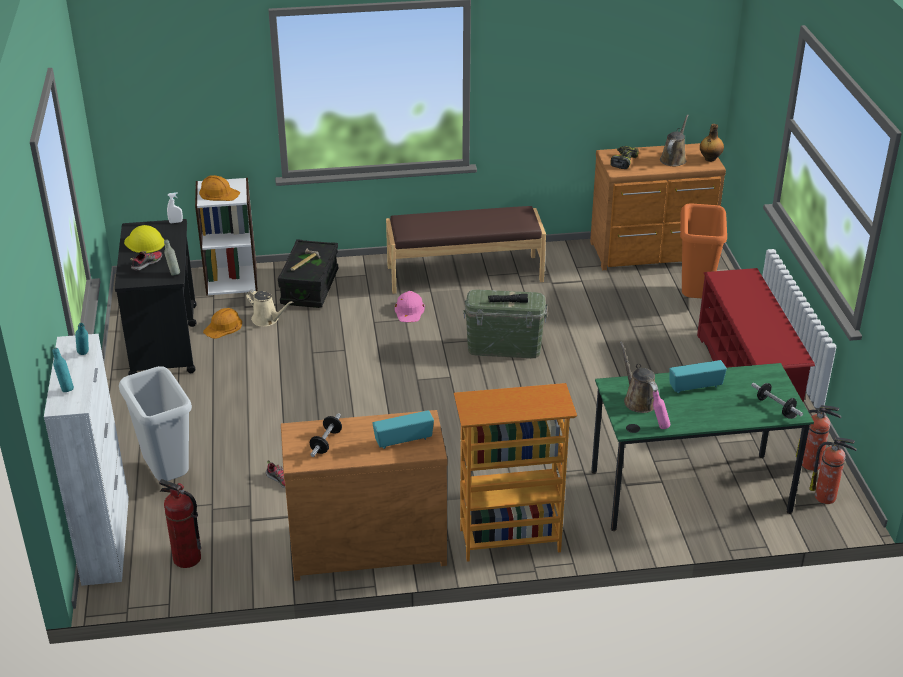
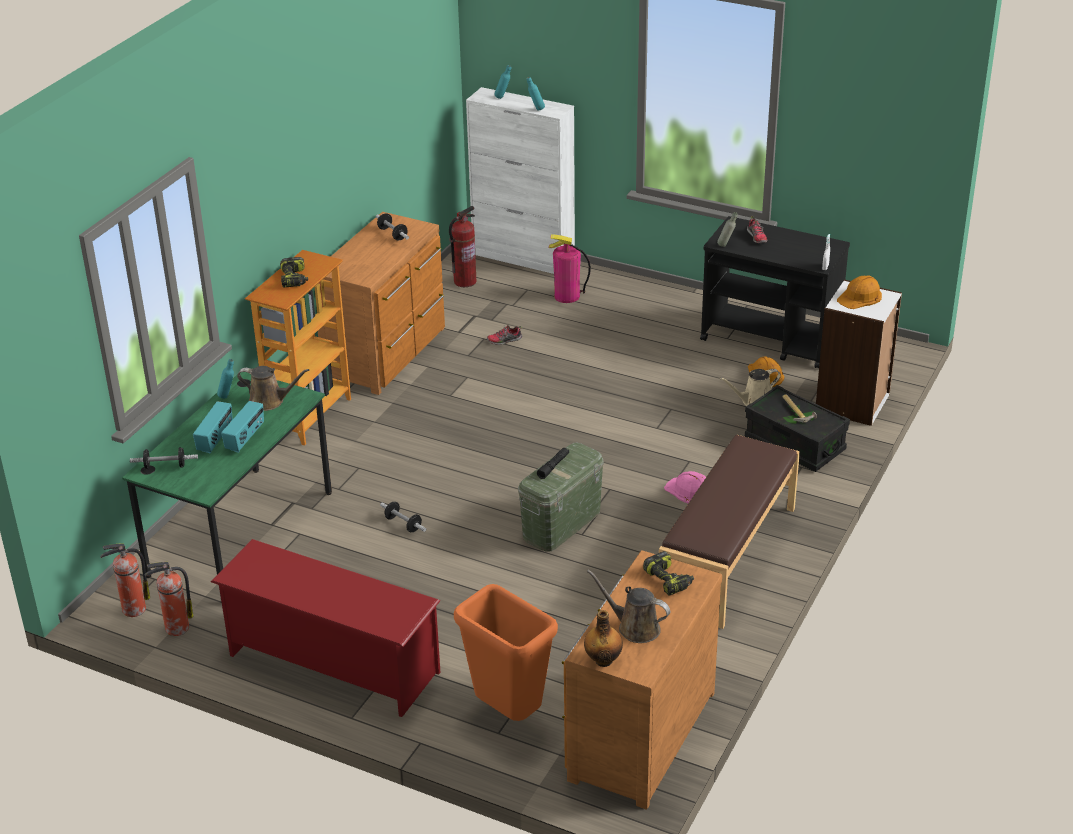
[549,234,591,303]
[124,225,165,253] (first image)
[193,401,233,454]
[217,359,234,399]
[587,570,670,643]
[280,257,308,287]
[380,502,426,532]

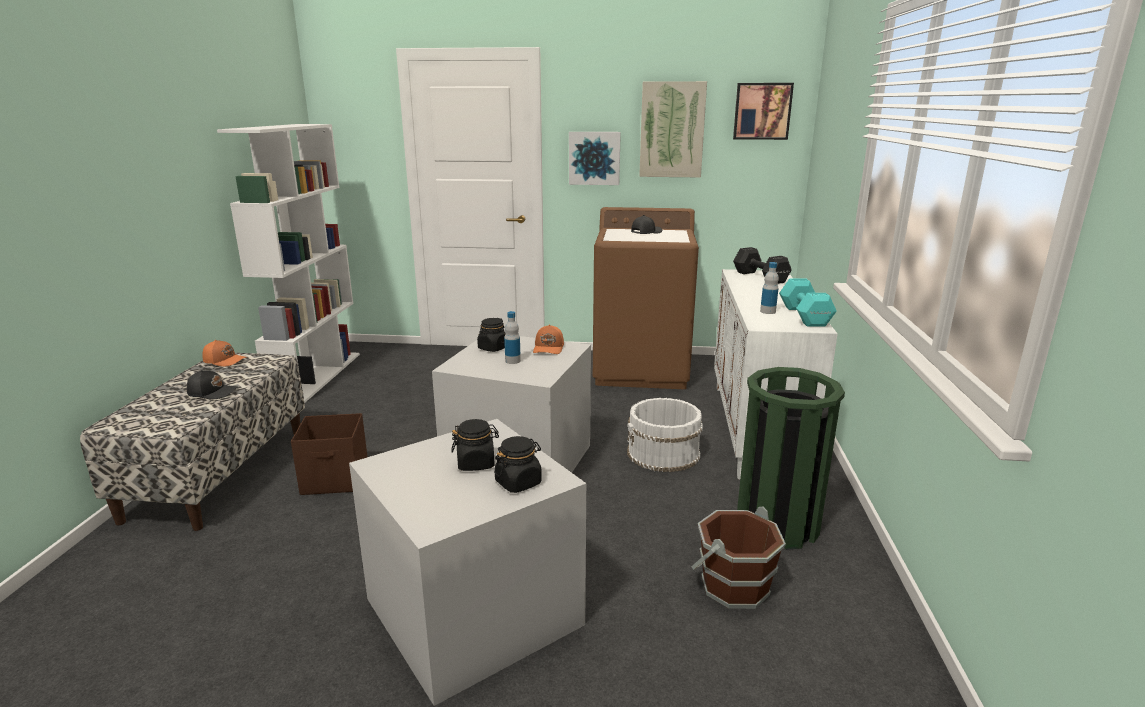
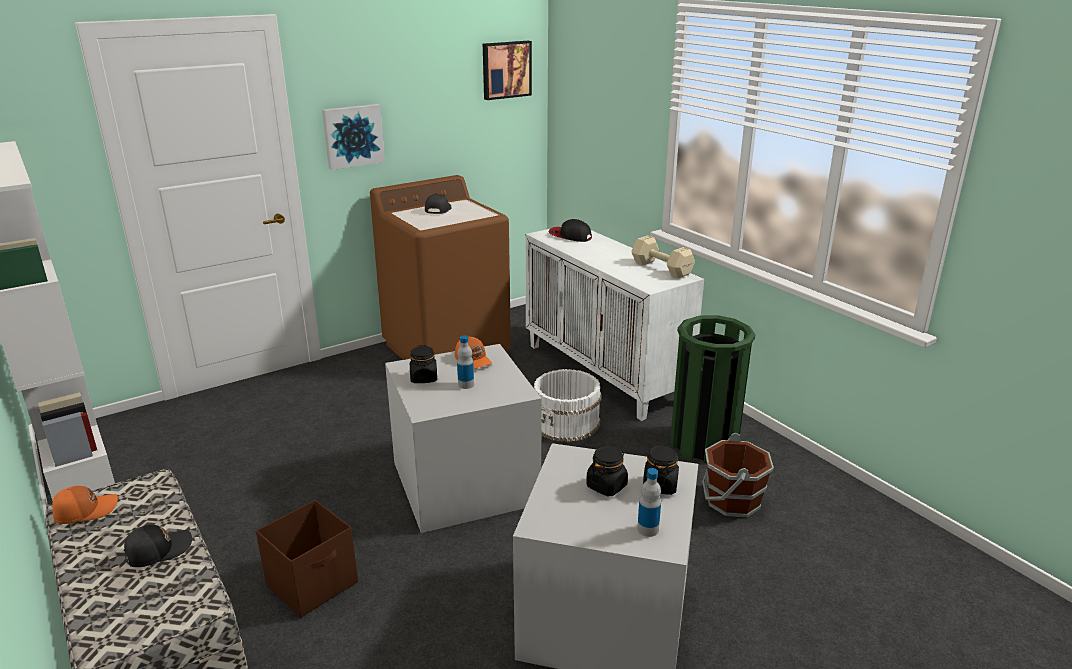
[639,81,707,177] (first image)
[548,219,592,242]
[637,468,661,537]
[632,235,695,278]

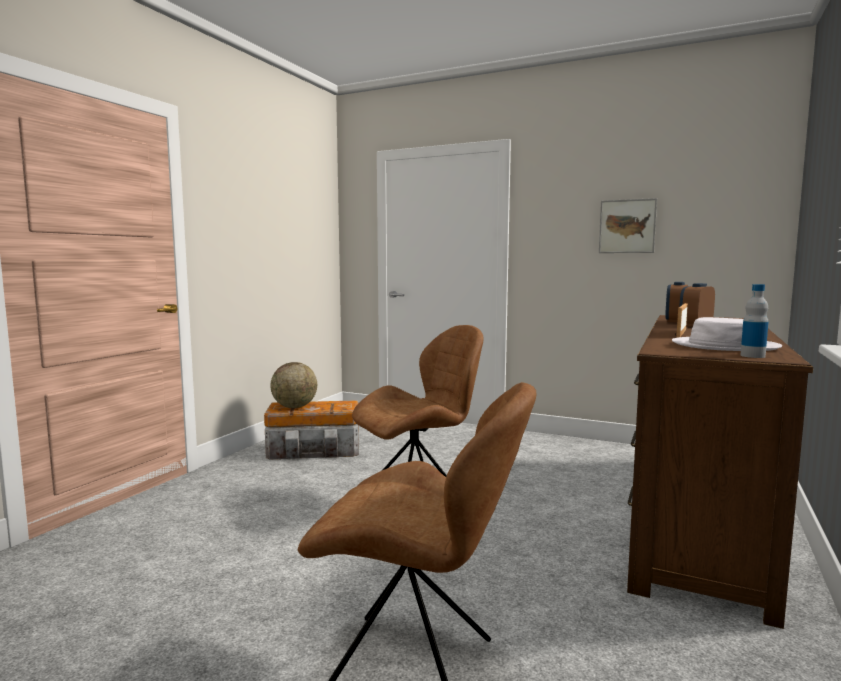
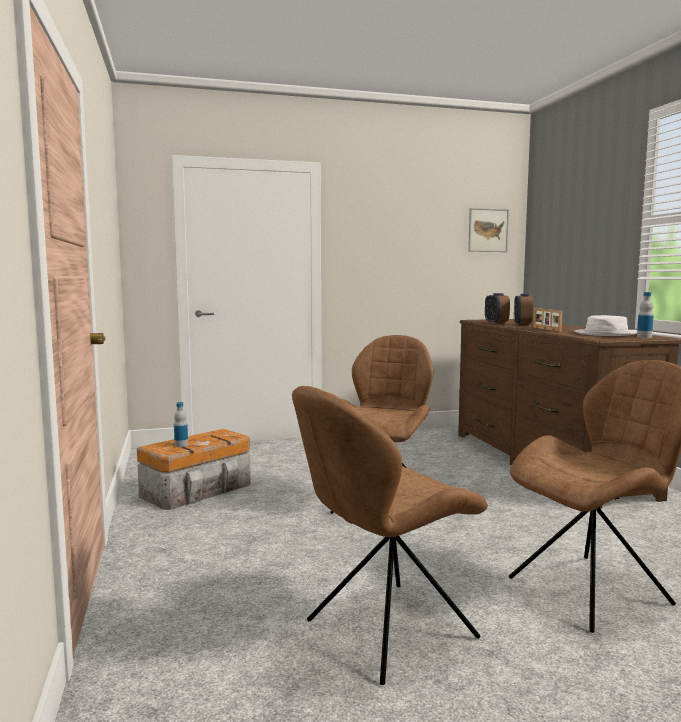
[174,402,188,447]
[468,208,509,252]
[292,386,488,685]

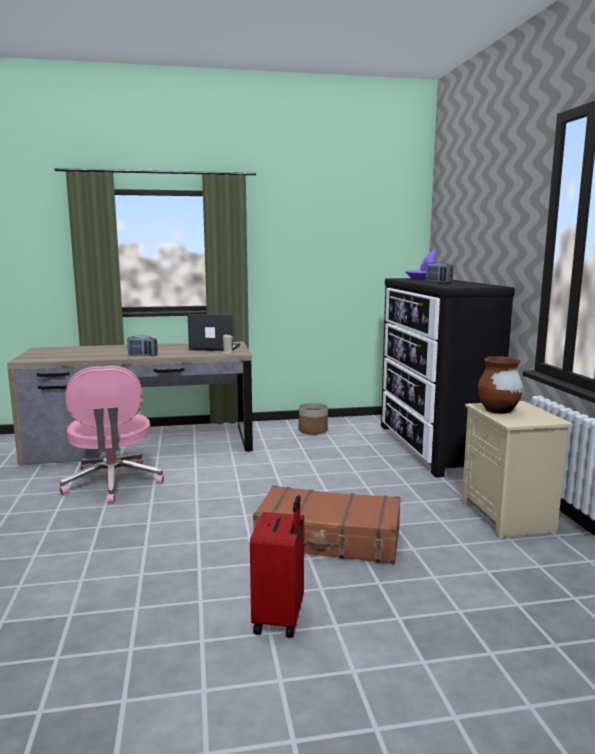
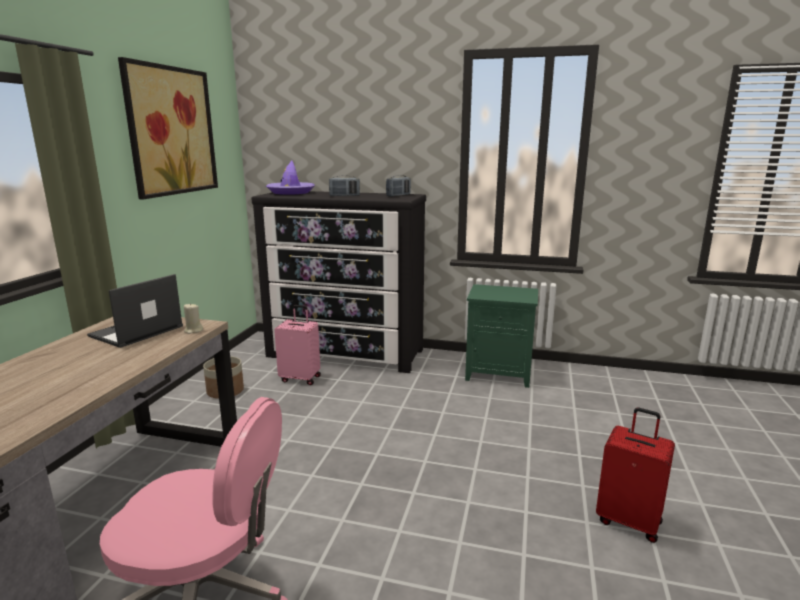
[386,175,411,197]
[253,485,401,564] (first image)
[465,284,538,388]
[478,356,523,414] (first image)
[118,57,218,199]
[274,305,321,385]

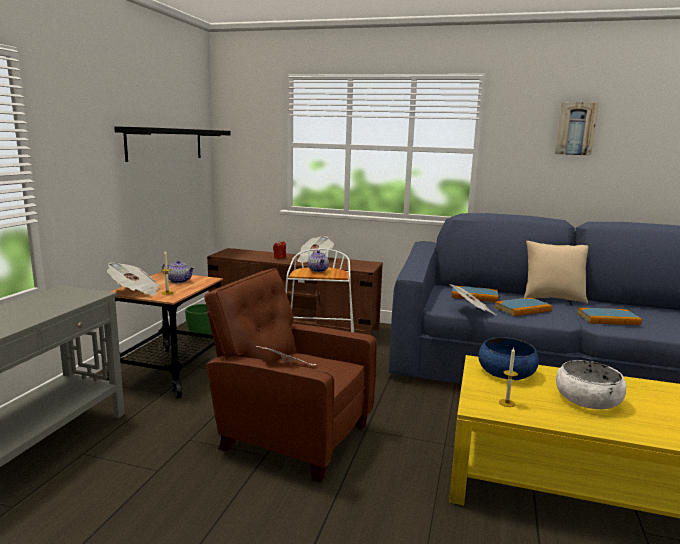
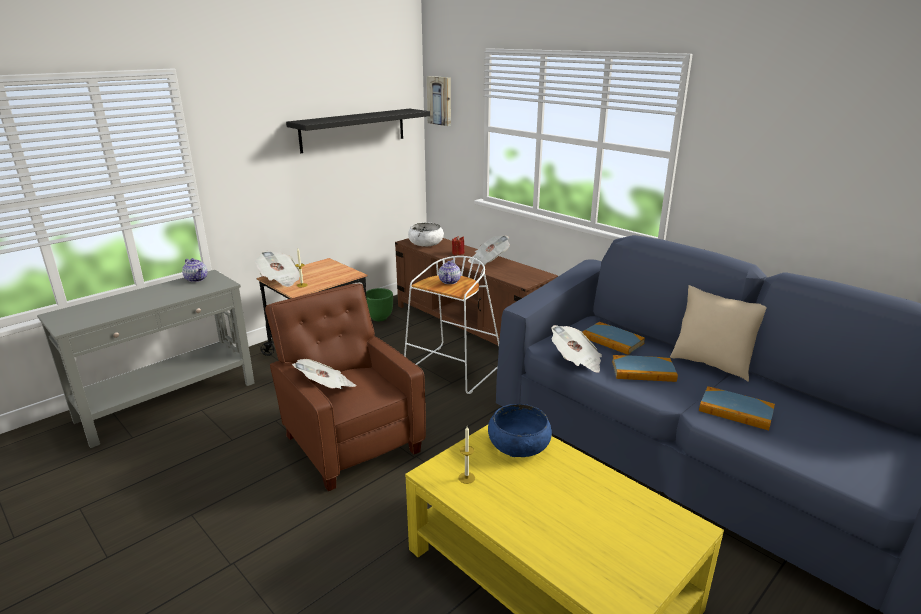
[182,258,208,282]
[427,76,451,126]
[408,222,444,247]

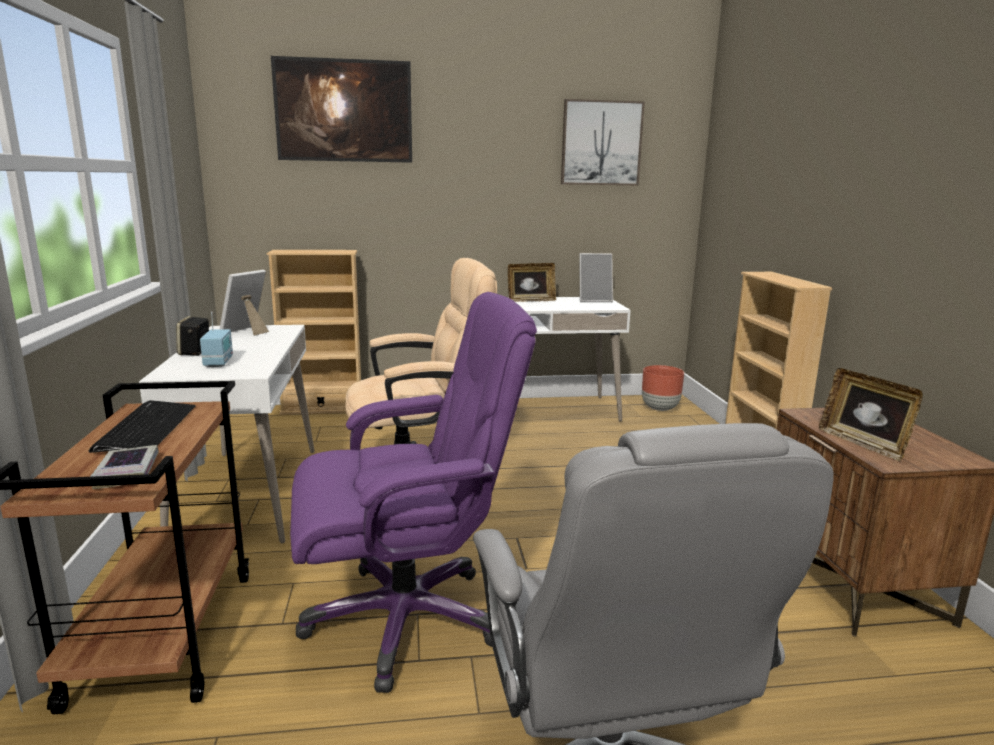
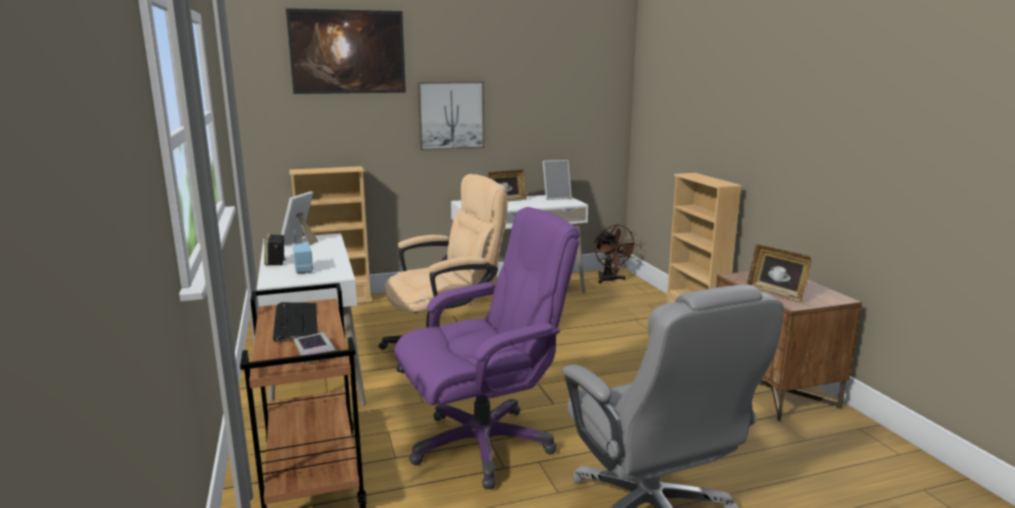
[418,81,485,150]
[594,224,639,284]

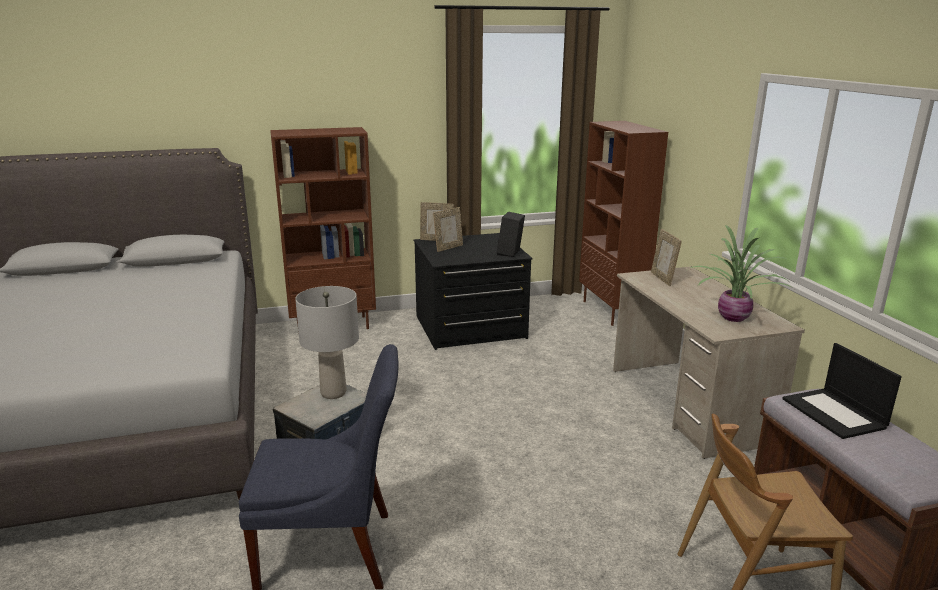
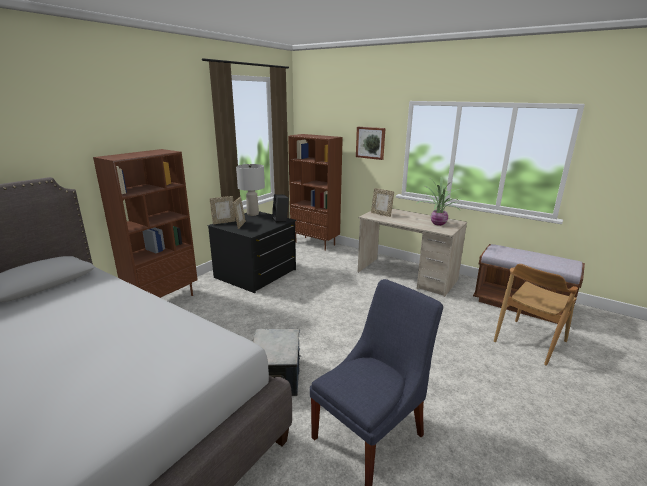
[236,164,265,216]
[782,343,902,439] (first image)
[356,127,386,160]

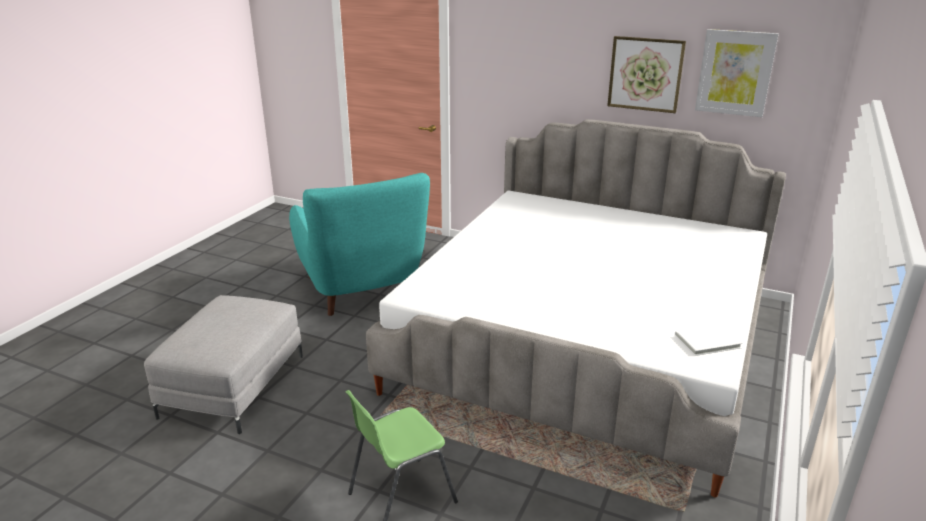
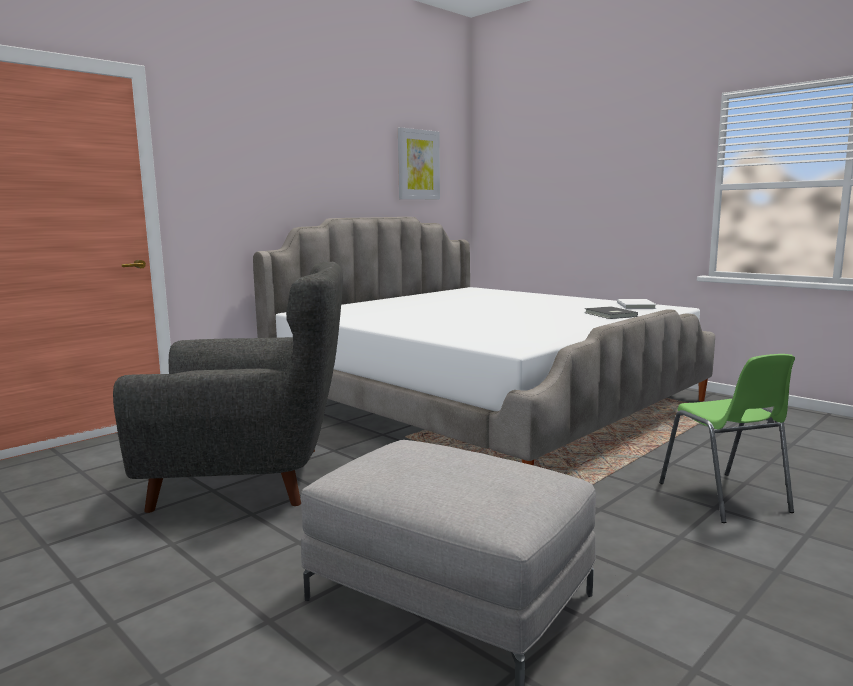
[113,262,343,513]
[607,36,686,113] (first image)
[584,306,638,319]

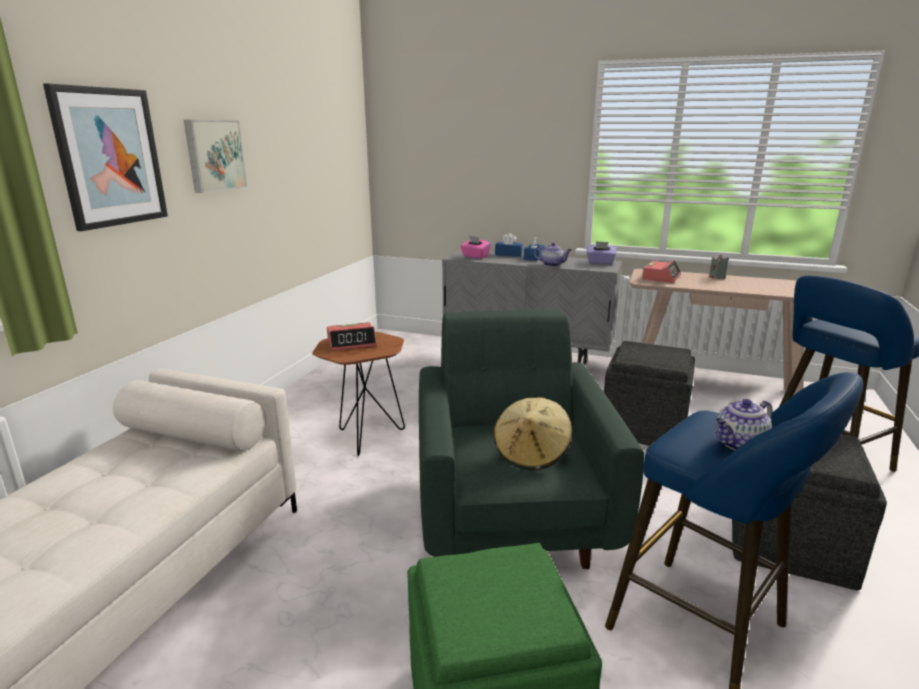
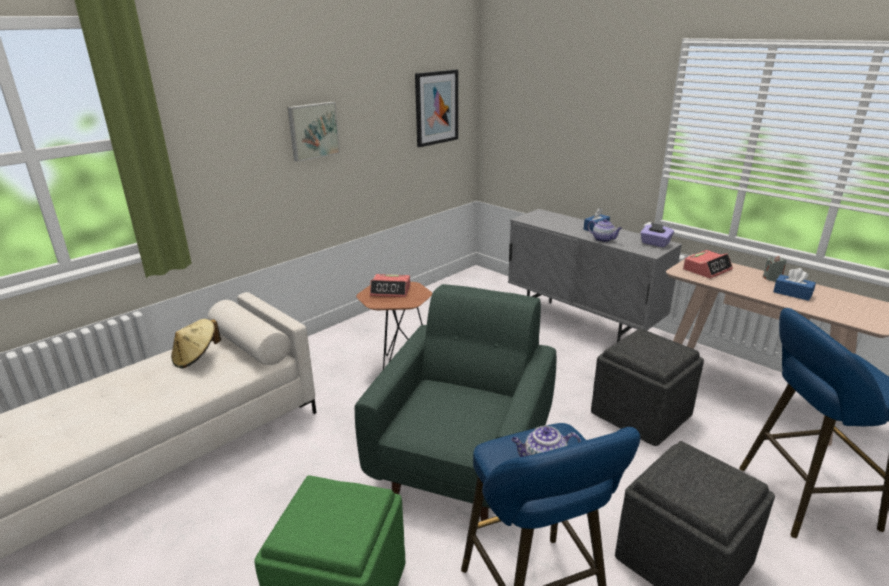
[415,70,458,147]
[460,236,491,259] (first image)
[171,319,221,368]
[773,268,816,301]

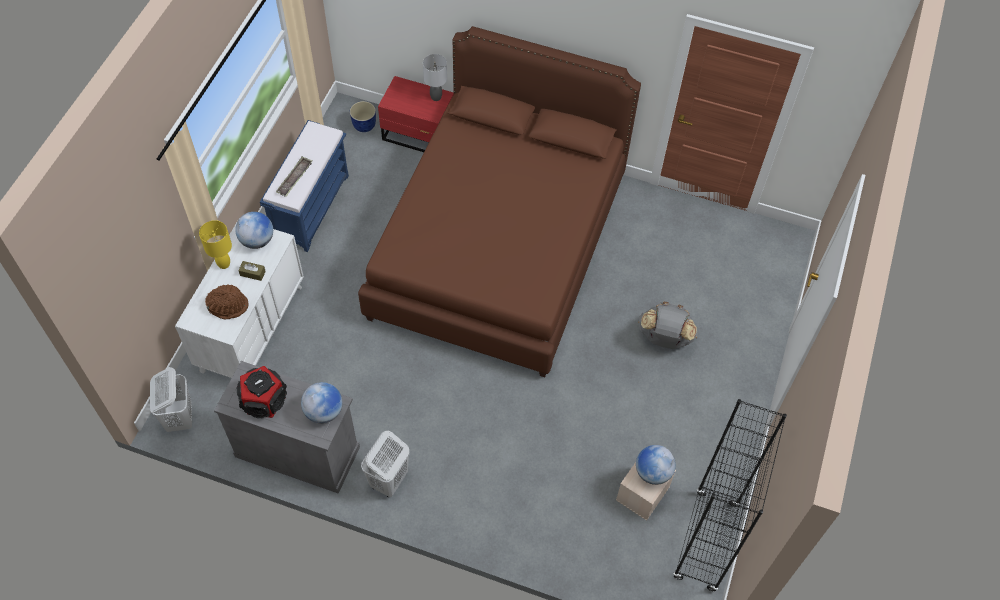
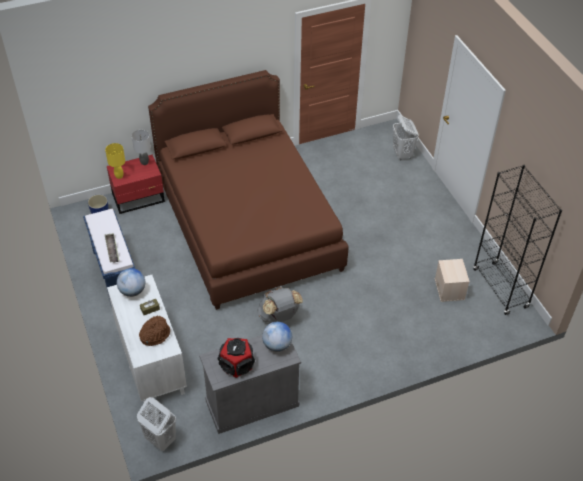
[105,143,125,179]
[393,115,419,161]
[636,445,676,485] (first image)
[257,287,303,323]

